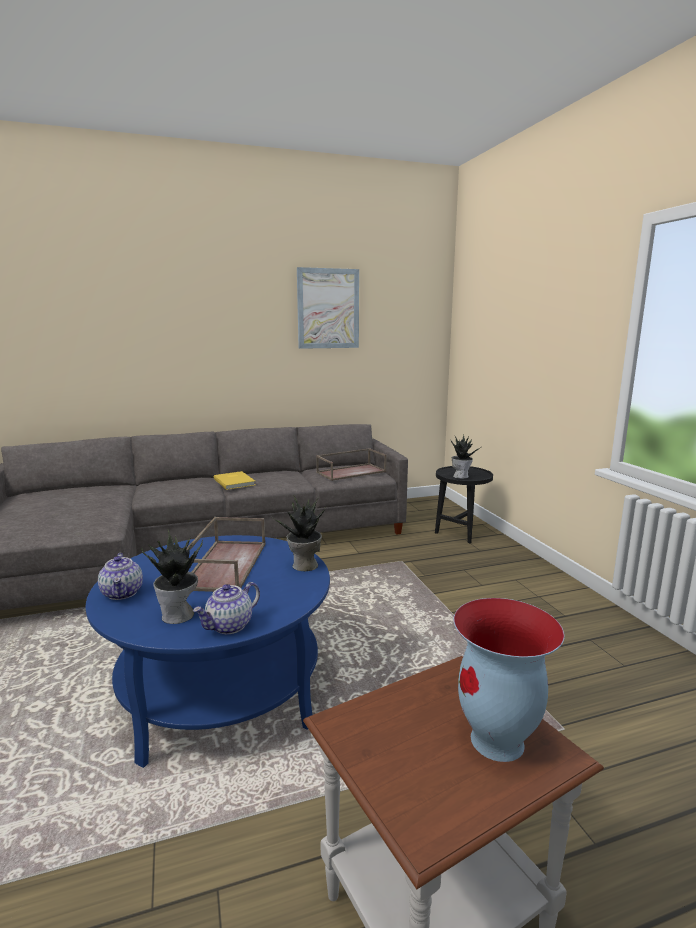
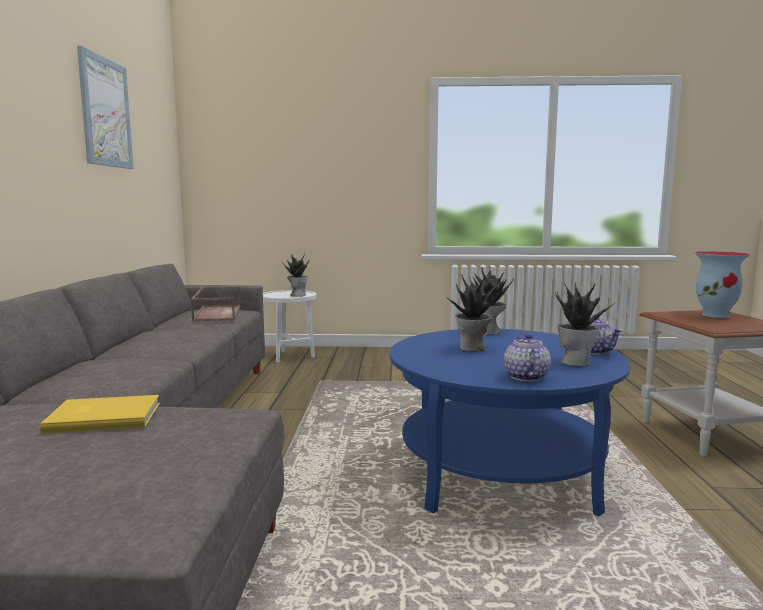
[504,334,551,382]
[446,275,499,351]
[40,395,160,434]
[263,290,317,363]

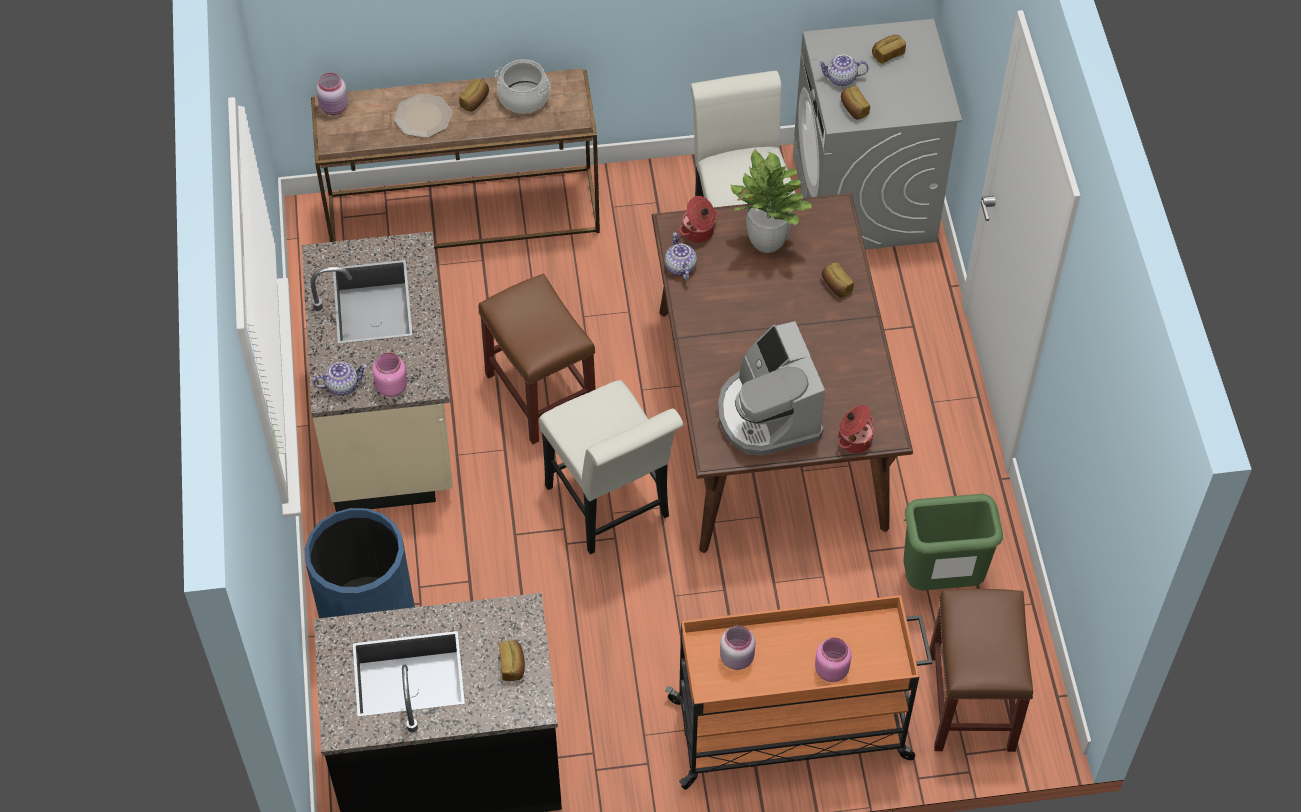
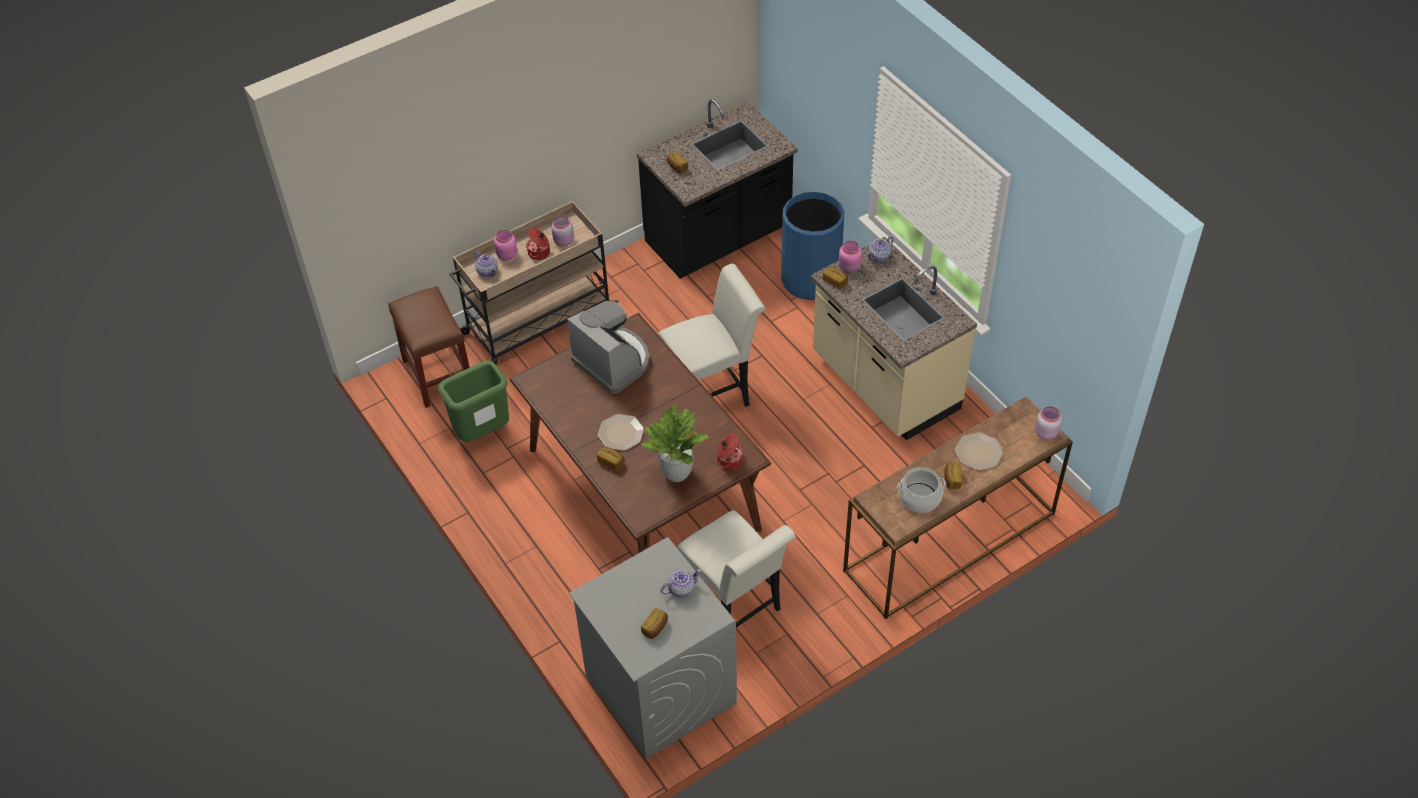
[478,273,596,444] (first image)
[658,264,765,407]
[475,252,498,277]
[449,201,619,364]
[526,228,550,260]
[823,267,848,289]
[598,414,644,451]

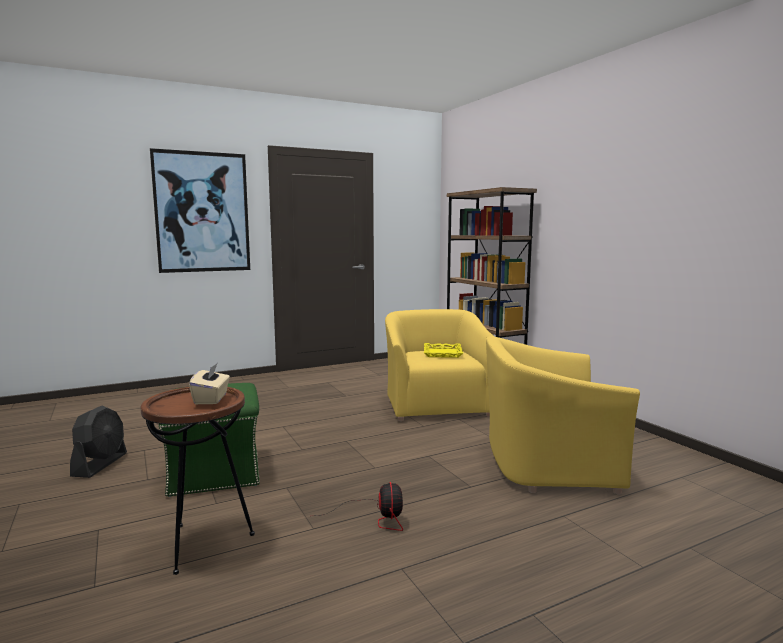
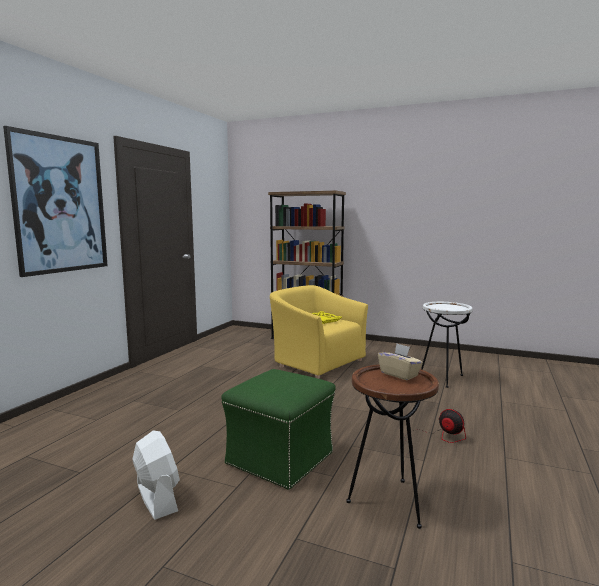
[132,431,180,520]
[421,302,472,388]

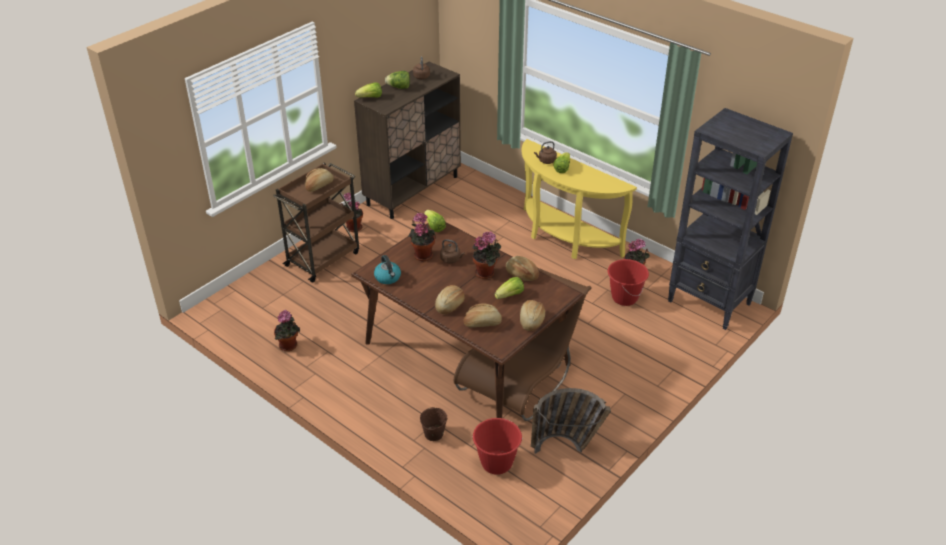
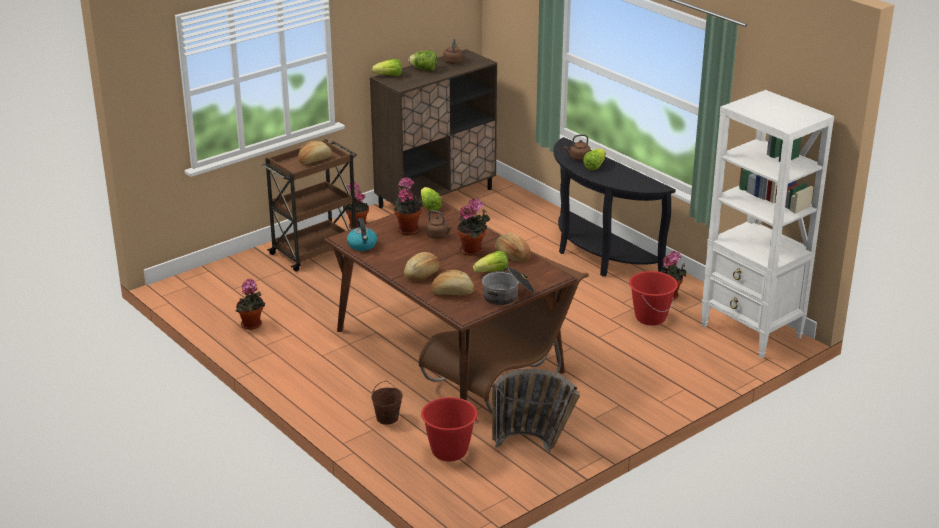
[482,267,535,305]
[553,137,676,277]
[701,90,834,359]

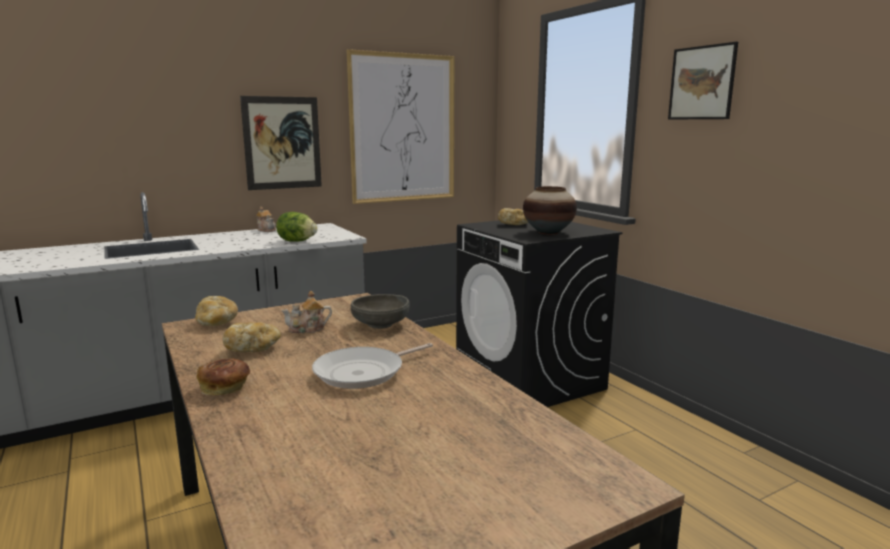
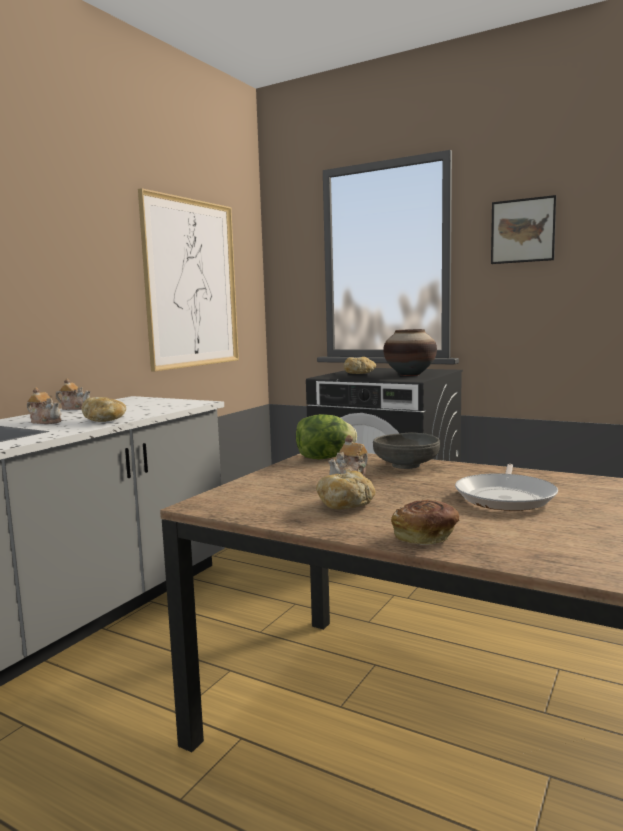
[81,397,126,422]
[240,96,322,190] (first image)
[296,414,357,459]
[27,387,62,424]

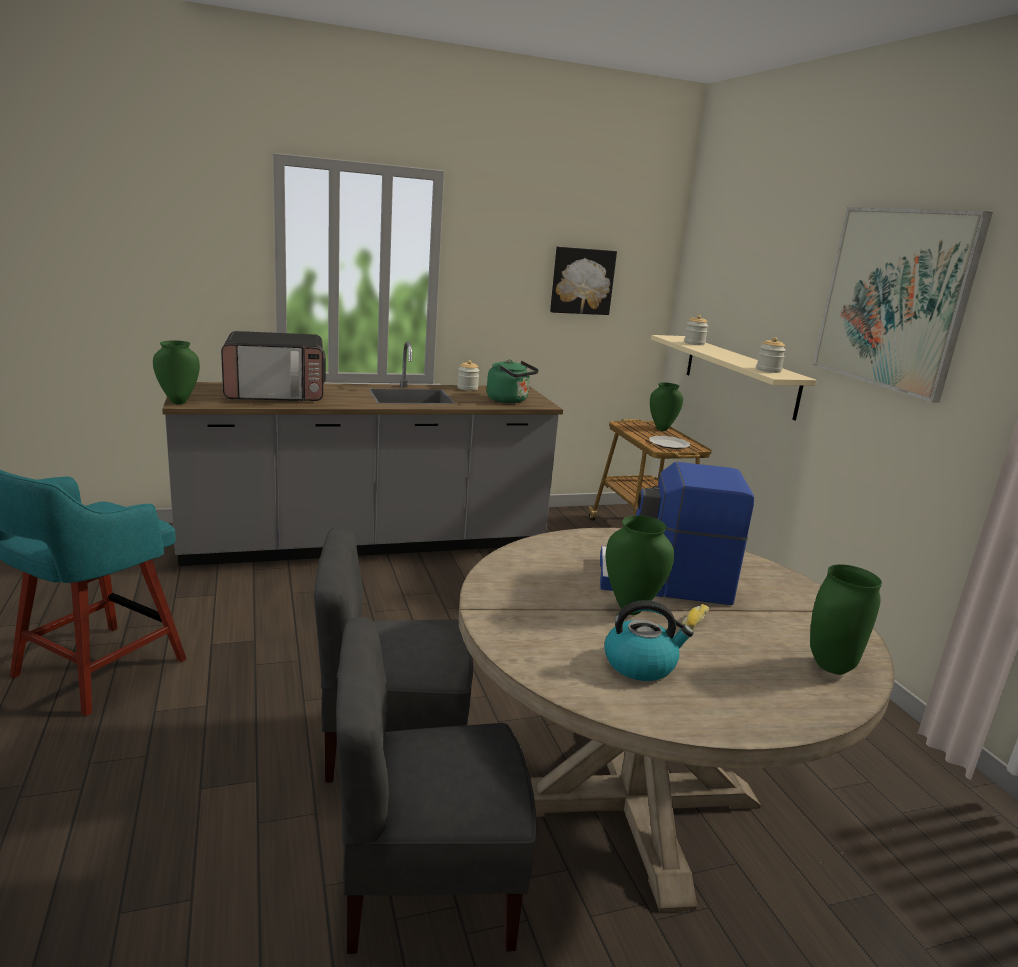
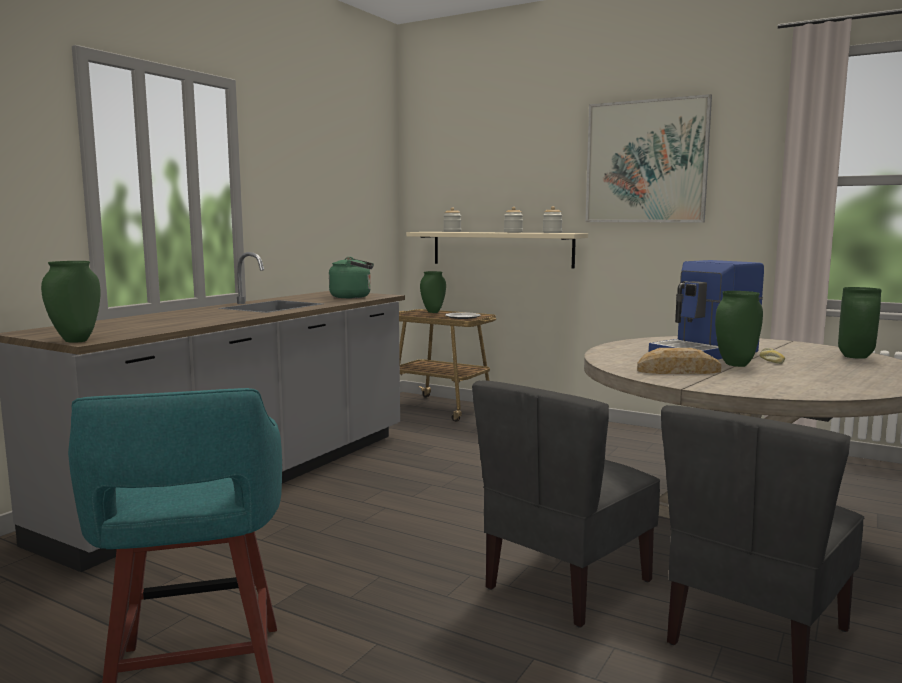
[221,331,326,401] (first image)
[504,207,523,233]
[550,247,617,315] (first image)
[604,600,694,681] (first image)
[637,348,721,374]

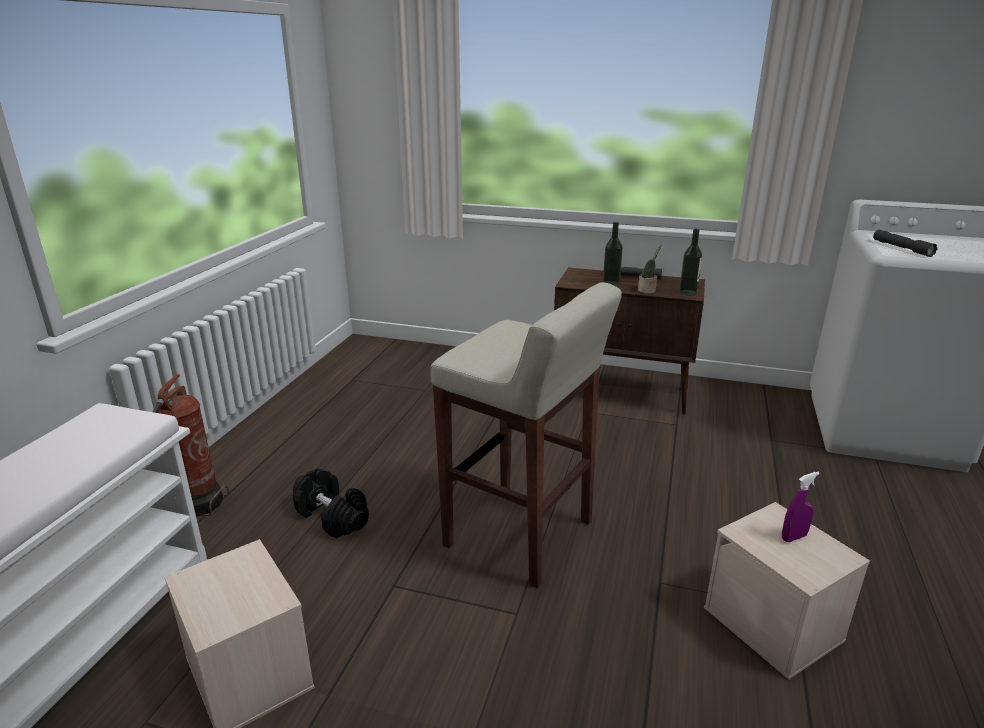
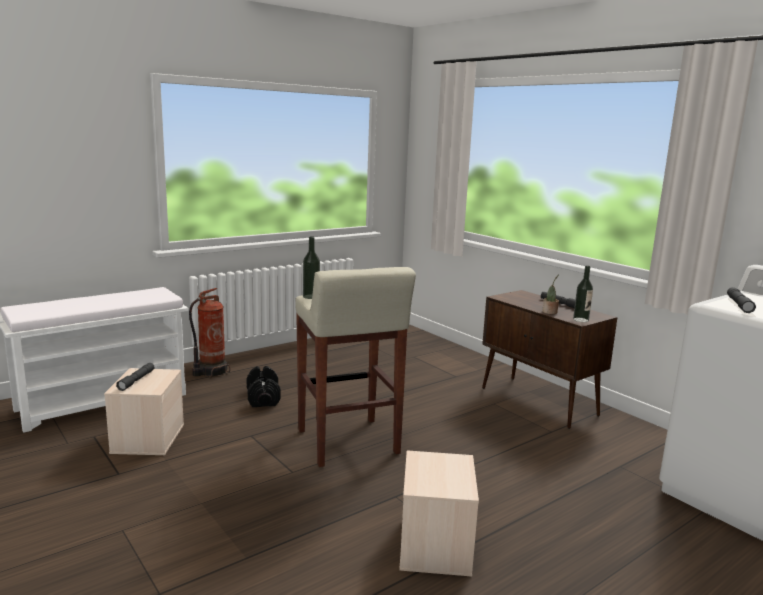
[303,236,320,299]
[782,472,820,542] (first image)
[116,363,154,391]

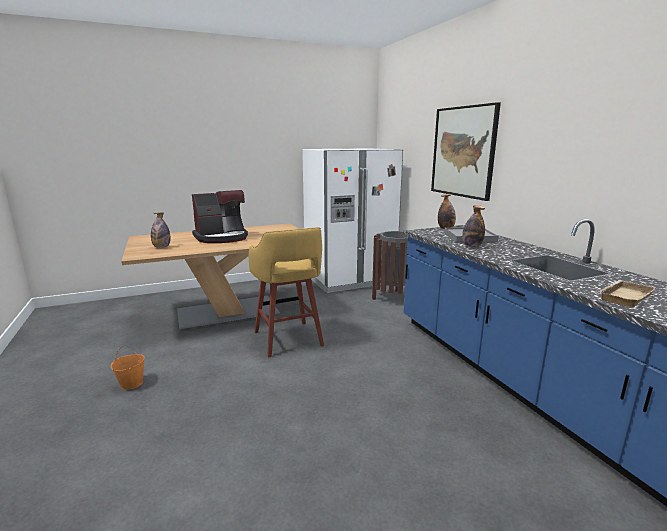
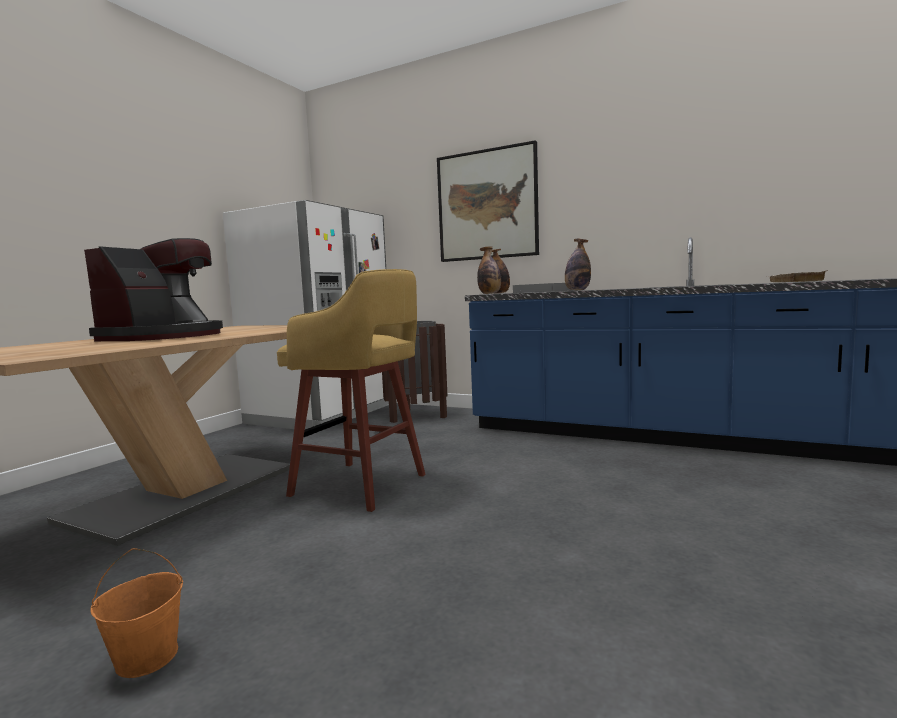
[477,246,501,294]

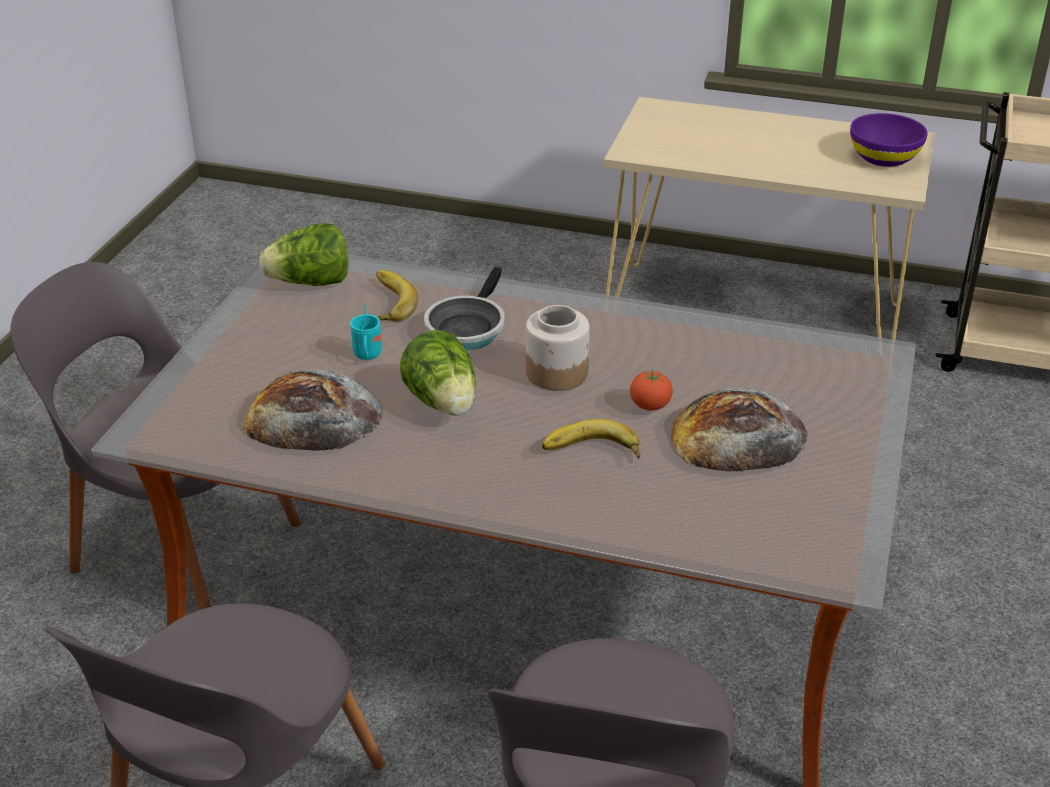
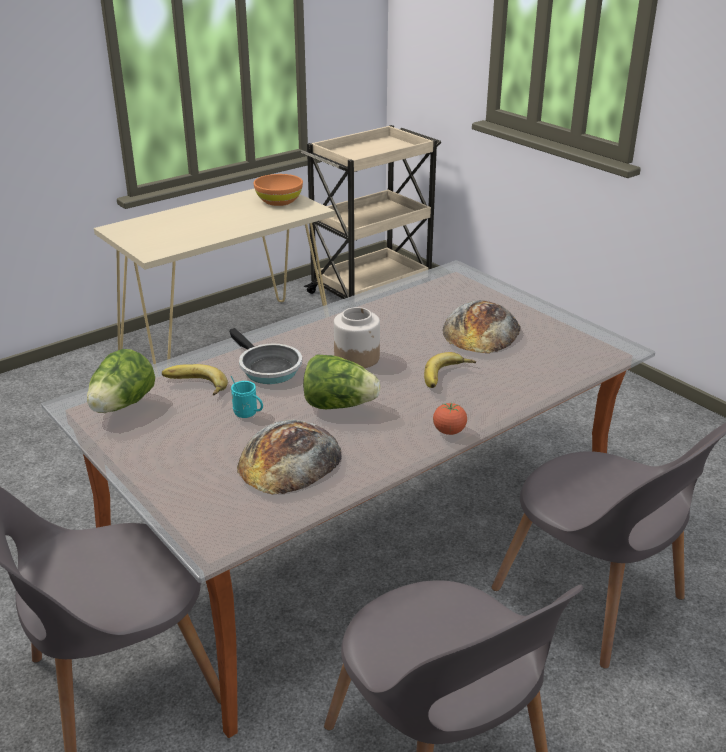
[433,403,467,435]
[254,174,303,206]

